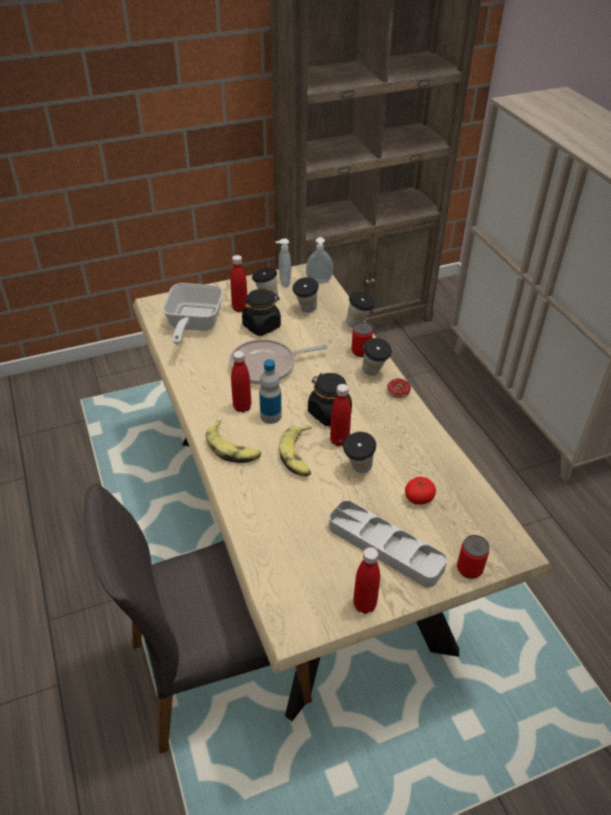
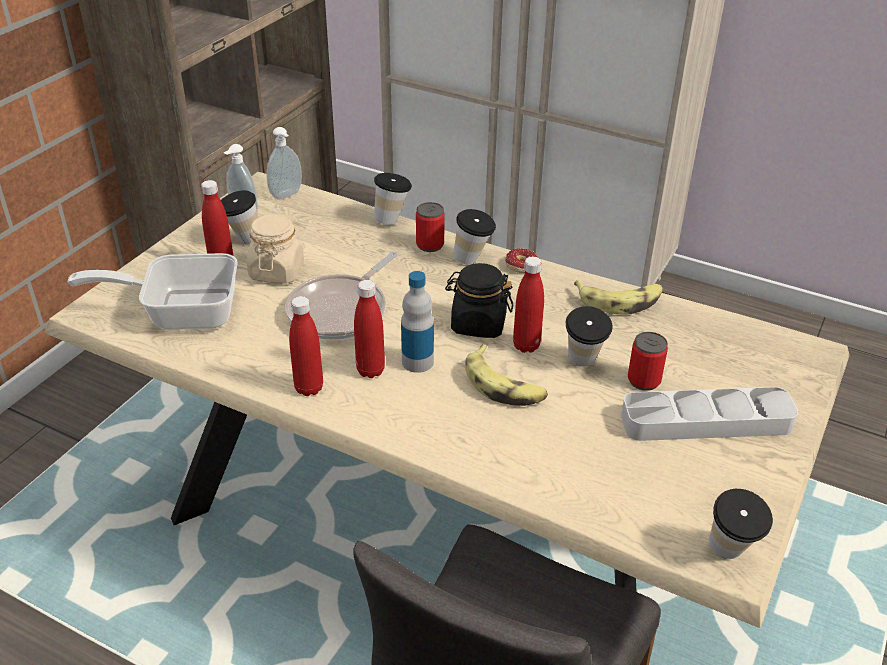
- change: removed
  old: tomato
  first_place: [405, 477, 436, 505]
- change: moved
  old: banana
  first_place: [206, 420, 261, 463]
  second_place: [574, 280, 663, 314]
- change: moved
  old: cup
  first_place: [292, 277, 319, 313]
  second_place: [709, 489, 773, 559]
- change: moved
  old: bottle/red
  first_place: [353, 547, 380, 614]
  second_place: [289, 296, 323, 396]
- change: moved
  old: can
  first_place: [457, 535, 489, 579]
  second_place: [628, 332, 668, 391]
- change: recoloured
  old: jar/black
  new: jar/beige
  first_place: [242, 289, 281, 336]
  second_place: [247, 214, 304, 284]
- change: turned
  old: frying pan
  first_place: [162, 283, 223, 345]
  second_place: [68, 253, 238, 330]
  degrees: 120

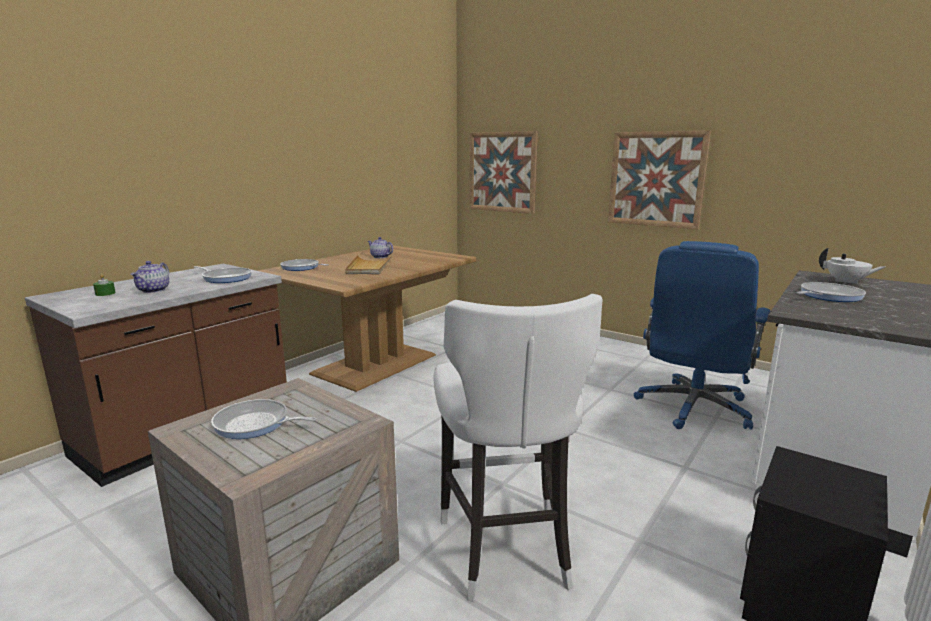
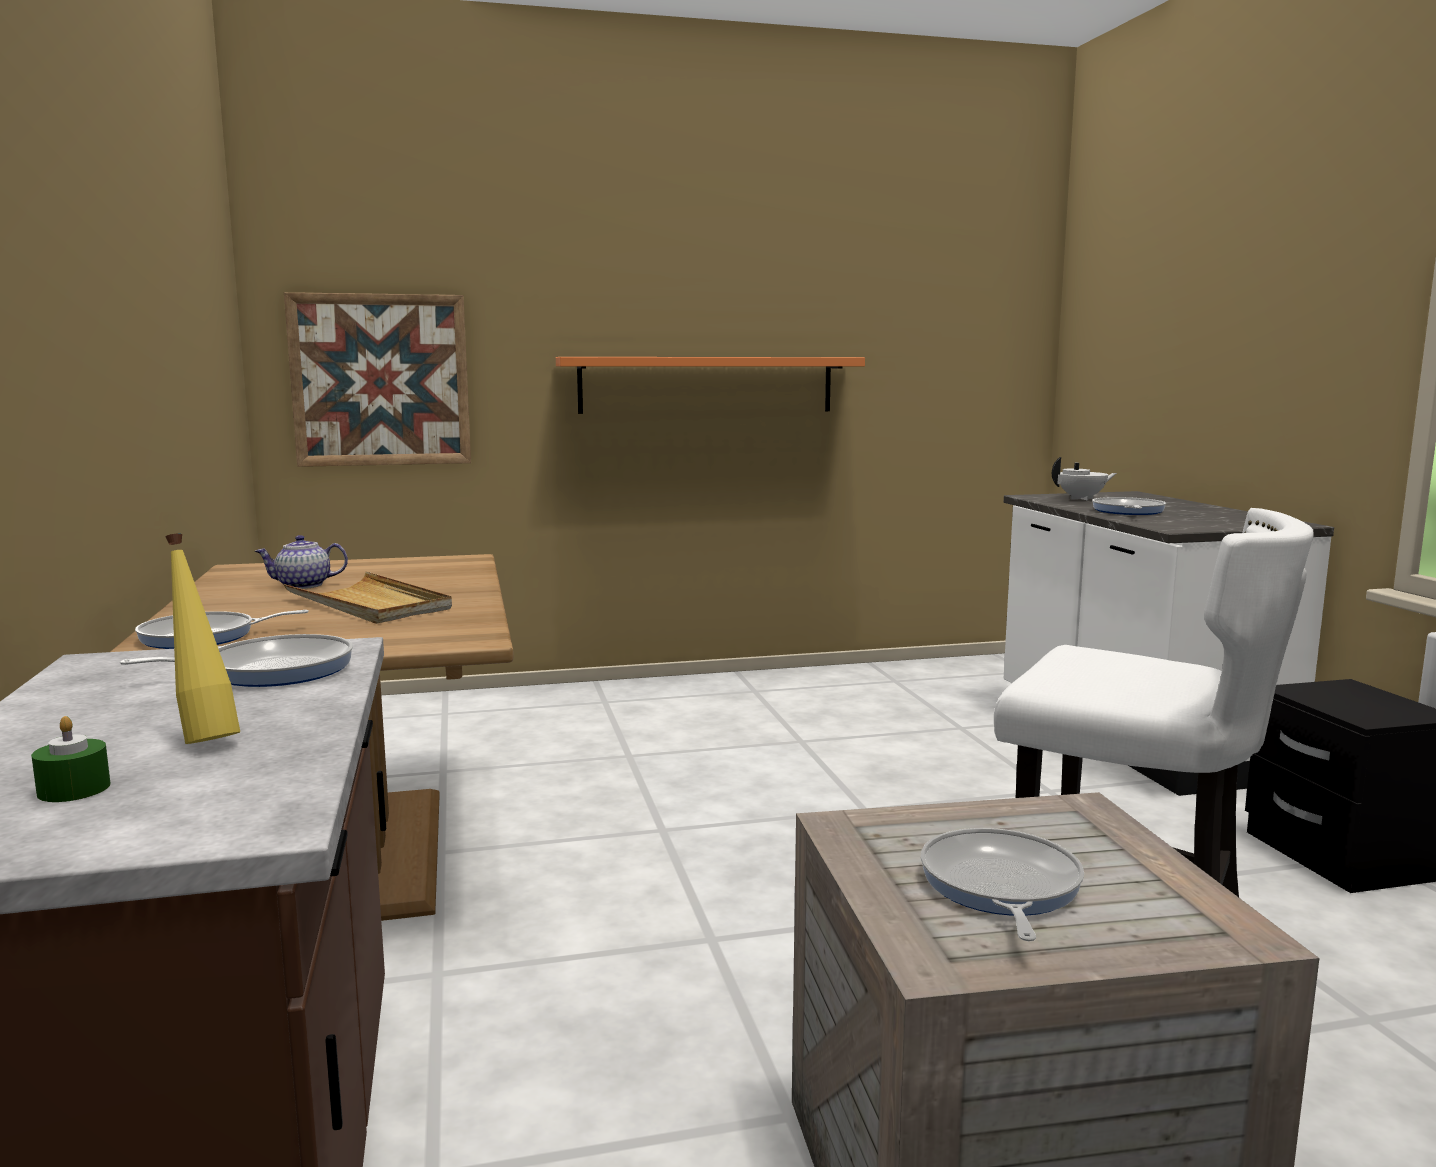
- change: removed
  old: office chair/blue
  first_place: [634, 241, 771, 430]
- change: replaced
  old: teapot
  new: bottle/yellow
  first_place: [130, 261, 169, 293]
  second_place: [165, 534, 240, 744]
- change: replaced
  old: picture
  new: shelf/orange
  first_place: [608, 130, 711, 230]
  second_place: [556, 357, 865, 414]
- change: turned
  old: frying pan
  first_place: [211, 399, 317, 439]
  second_place: [921, 828, 1084, 941]
  degrees: 135

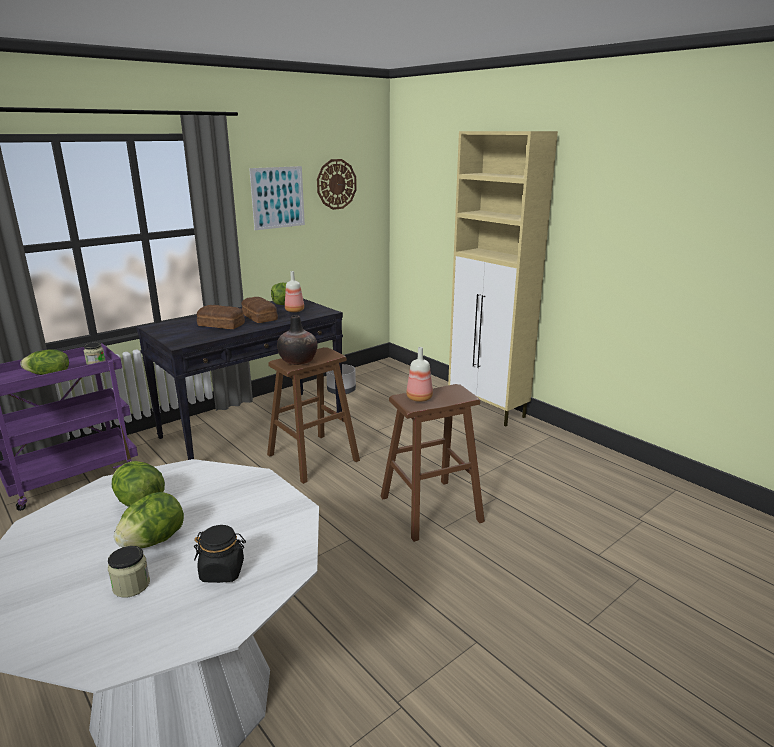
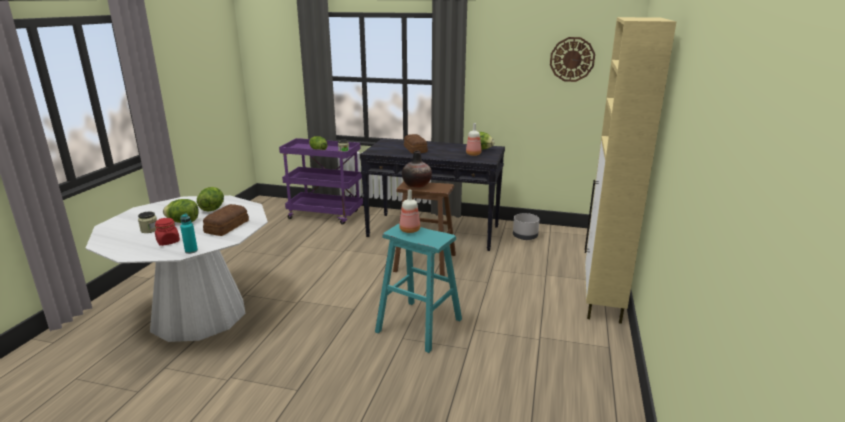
- change: removed
  old: picture
  first_place: [249, 166, 305, 230]
- change: added
  new: bottle/turquoise
  second_place: [180, 214, 198, 254]
- change: moved
  old: bread
  first_place: [242, 297, 278, 323]
  second_place: [203, 204, 249, 236]
- change: recoloured
  old: jar/black
  new: jar/red
  first_place: [194, 525, 246, 583]
  second_place: [155, 218, 180, 246]
- change: recoloured
  old: stool/brown
  new: stool/turquoise
  first_place: [381, 384, 485, 542]
  second_place: [375, 223, 462, 353]

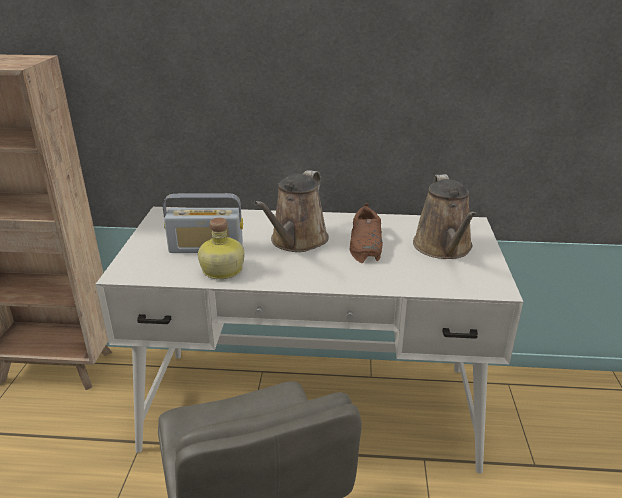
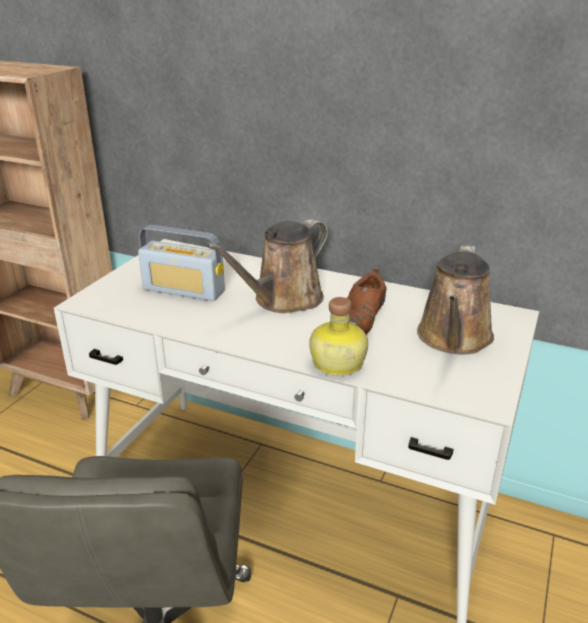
- change: moved
  old: bottle
  first_place: [198, 218, 244, 279]
  second_place: [309, 297, 368, 376]

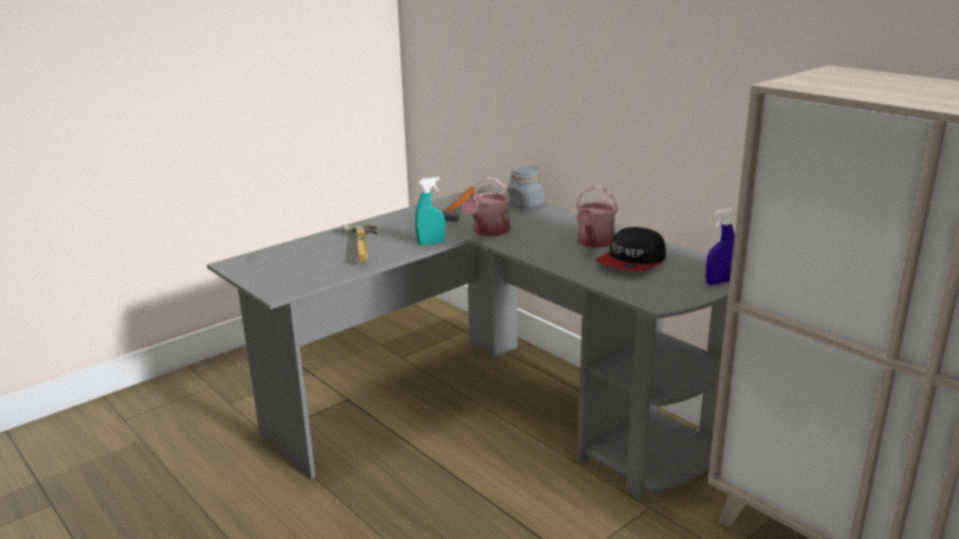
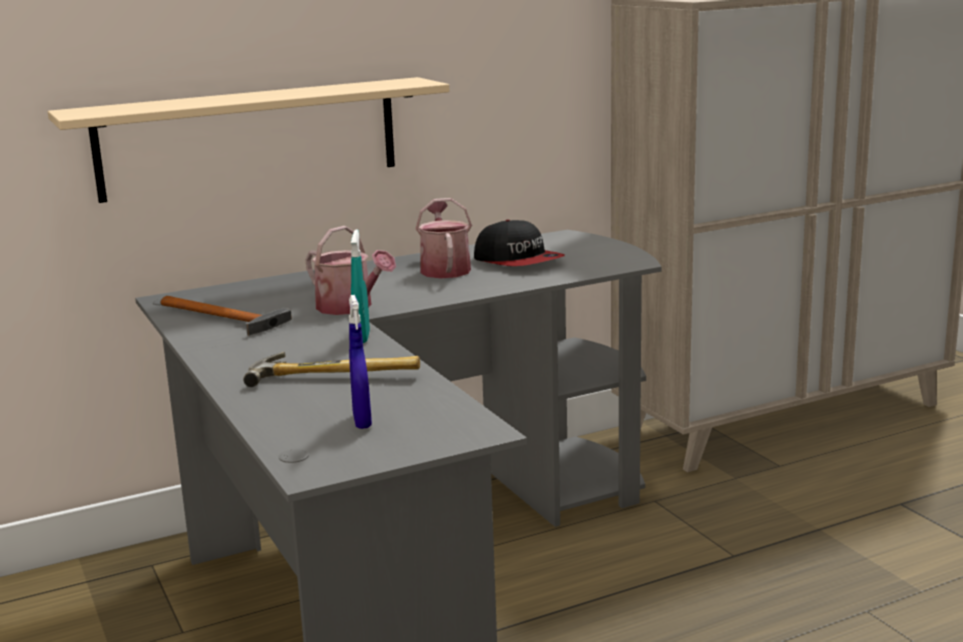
- change: removed
  old: jar/grey
  first_place: [507, 166, 544, 209]
- change: added
  new: shelf/beige
  second_place: [48, 77, 449, 203]
- change: moved
  old: spray bottle/blue
  first_place: [705, 208, 736, 285]
  second_place: [349, 295, 372, 429]
- change: turned
  old: watering can
  first_place: [576, 186, 618, 248]
  second_place: [416, 198, 472, 278]
  degrees: -135

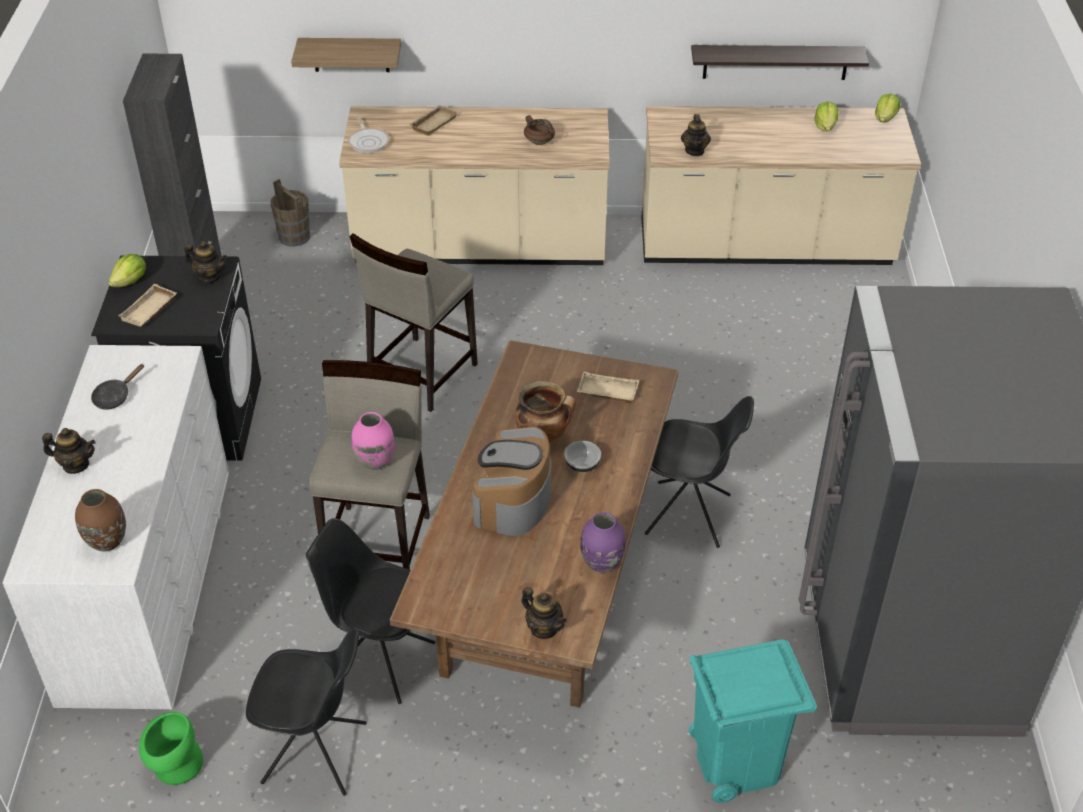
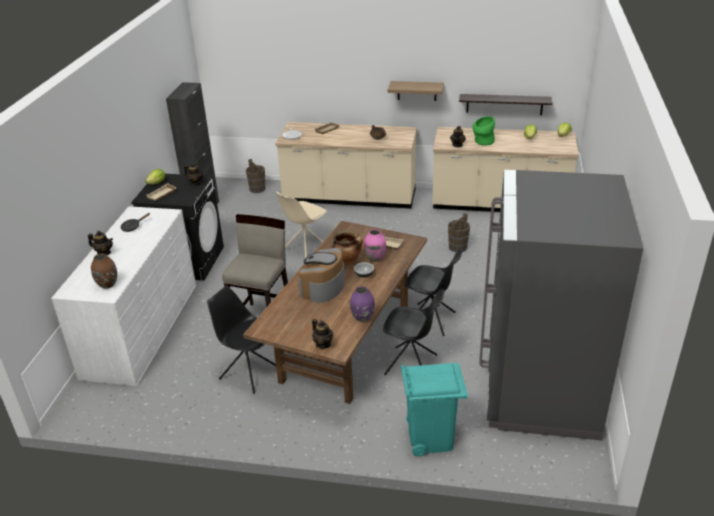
- change: added
  new: bucket/brown
  second_place: [448, 213, 470, 252]
- change: moved
  old: vase/green
  first_place: [139, 712, 203, 785]
  second_place: [472, 116, 495, 146]
- change: moved
  old: chair/black
  first_place: [246, 629, 367, 796]
  second_place: [383, 289, 444, 375]
- change: moved
  old: shelf
  first_place: [291, 38, 401, 72]
  second_place: [388, 81, 444, 101]
- change: moved
  old: vase/pink
  first_place: [352, 412, 395, 470]
  second_place: [364, 229, 386, 262]
- change: replaced
  old: stool/beige
  new: chair/beige
  first_place: [350, 233, 478, 412]
  second_place: [276, 191, 327, 259]

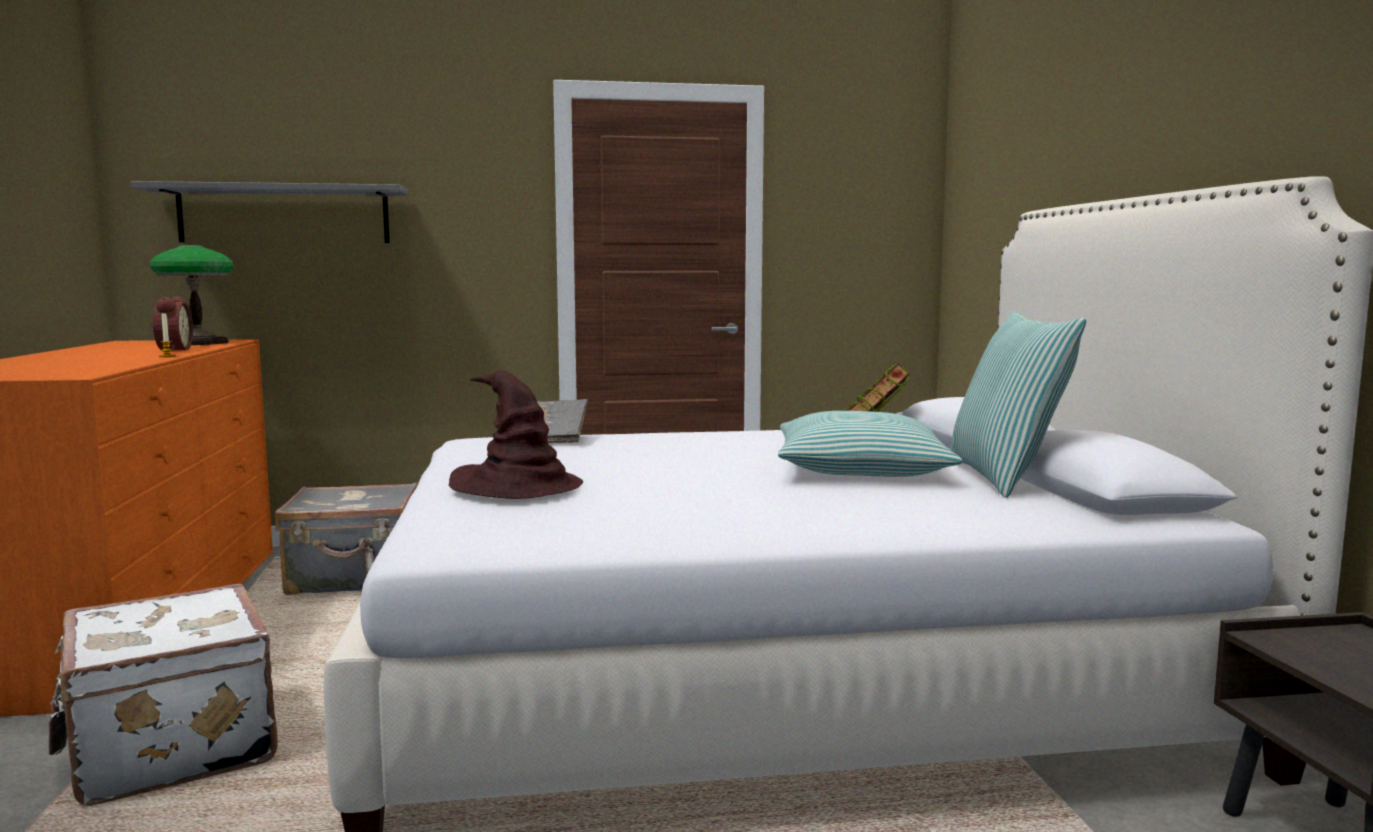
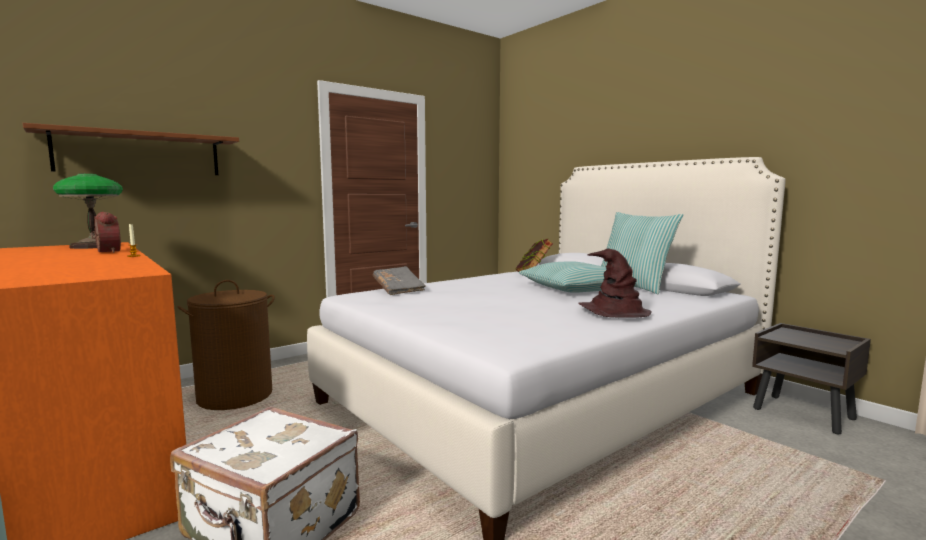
- change: moved
  old: hat/brown
  first_place: [449, 370, 583, 499]
  second_place: [578, 248, 651, 318]
- change: replaced
  old: suitcase/grey
  new: laundry basket/brown
  first_place: [275, 483, 417, 595]
  second_place: [177, 280, 275, 410]
- change: recoloured
  old: shelf/grey
  new: shelf/brown
  first_place: [131, 181, 408, 243]
  second_place: [23, 123, 239, 175]

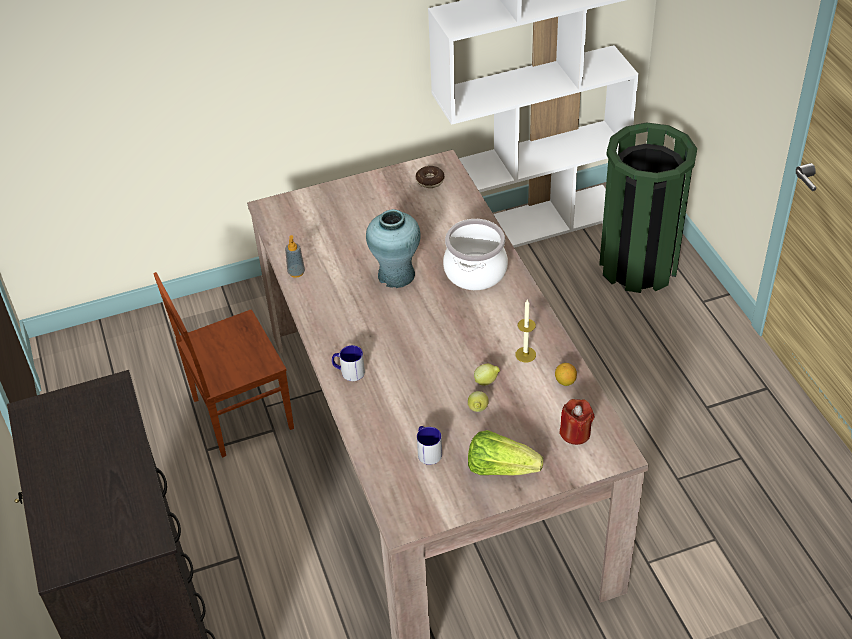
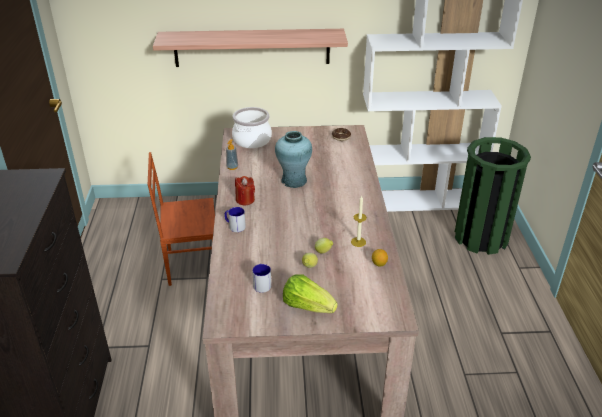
- change: added
  new: shelf
  second_place: [153, 29, 348, 67]
- change: moved
  old: cooking pot
  first_place: [443, 219, 508, 290]
  second_place: [232, 107, 272, 148]
- change: moved
  old: candle/red
  first_place: [559, 399, 594, 445]
  second_place: [235, 176, 255, 205]

